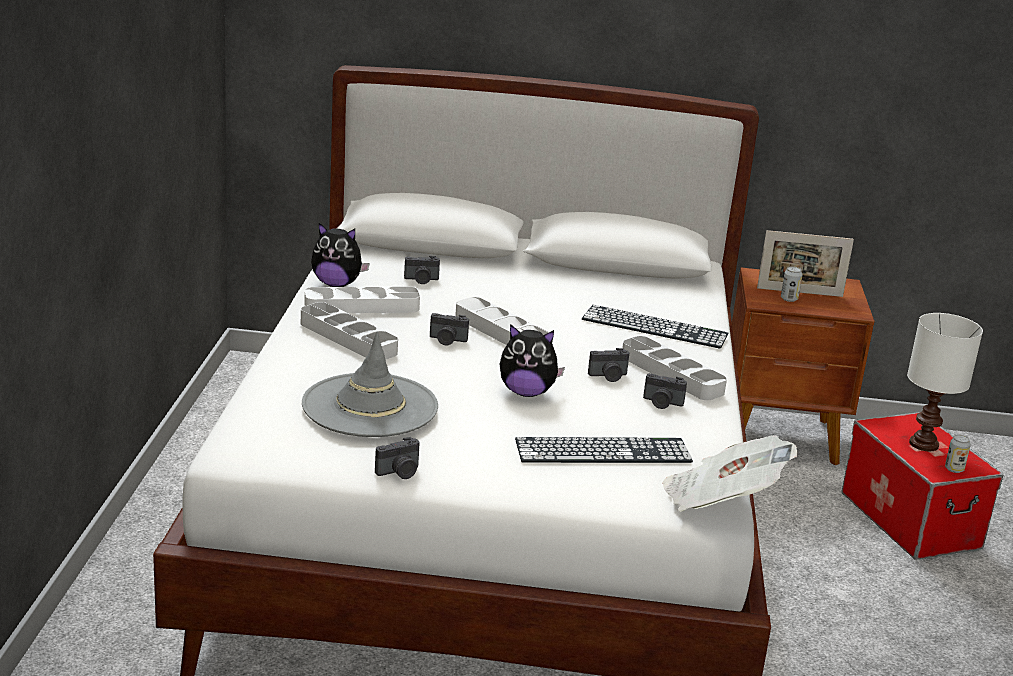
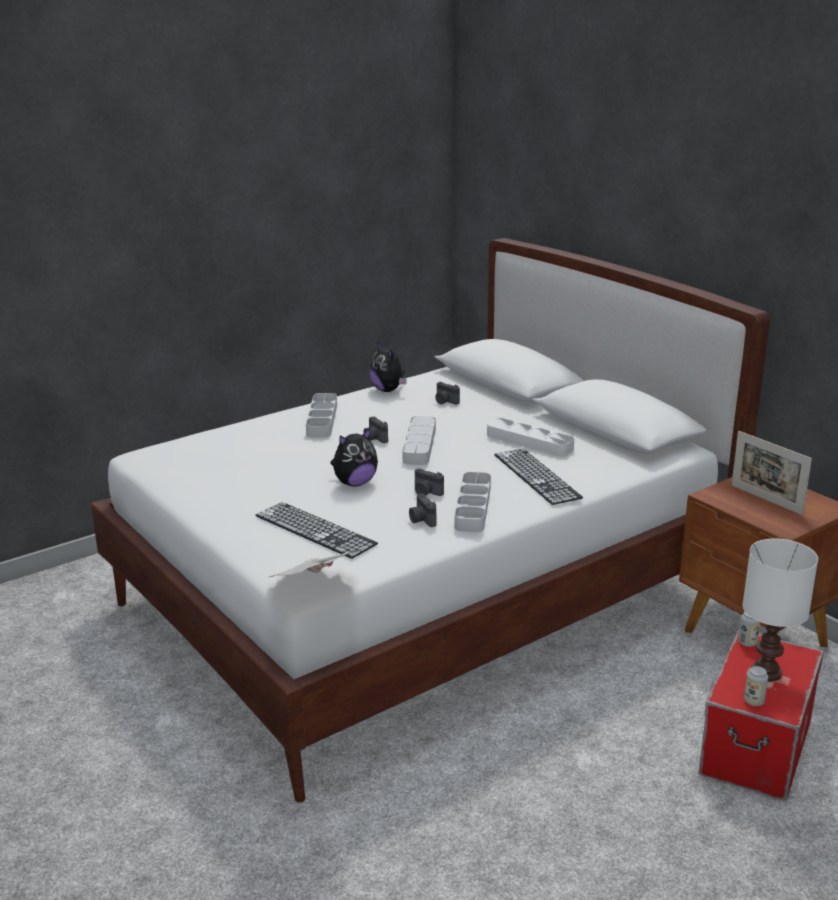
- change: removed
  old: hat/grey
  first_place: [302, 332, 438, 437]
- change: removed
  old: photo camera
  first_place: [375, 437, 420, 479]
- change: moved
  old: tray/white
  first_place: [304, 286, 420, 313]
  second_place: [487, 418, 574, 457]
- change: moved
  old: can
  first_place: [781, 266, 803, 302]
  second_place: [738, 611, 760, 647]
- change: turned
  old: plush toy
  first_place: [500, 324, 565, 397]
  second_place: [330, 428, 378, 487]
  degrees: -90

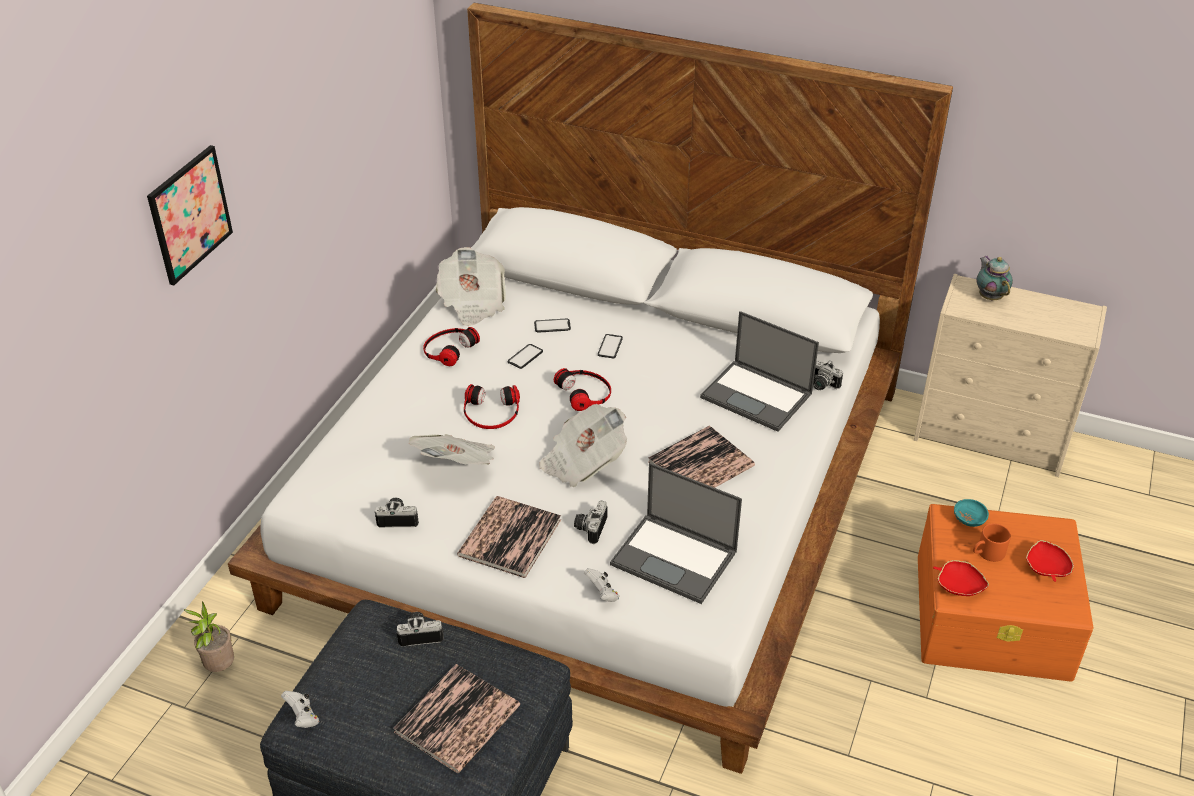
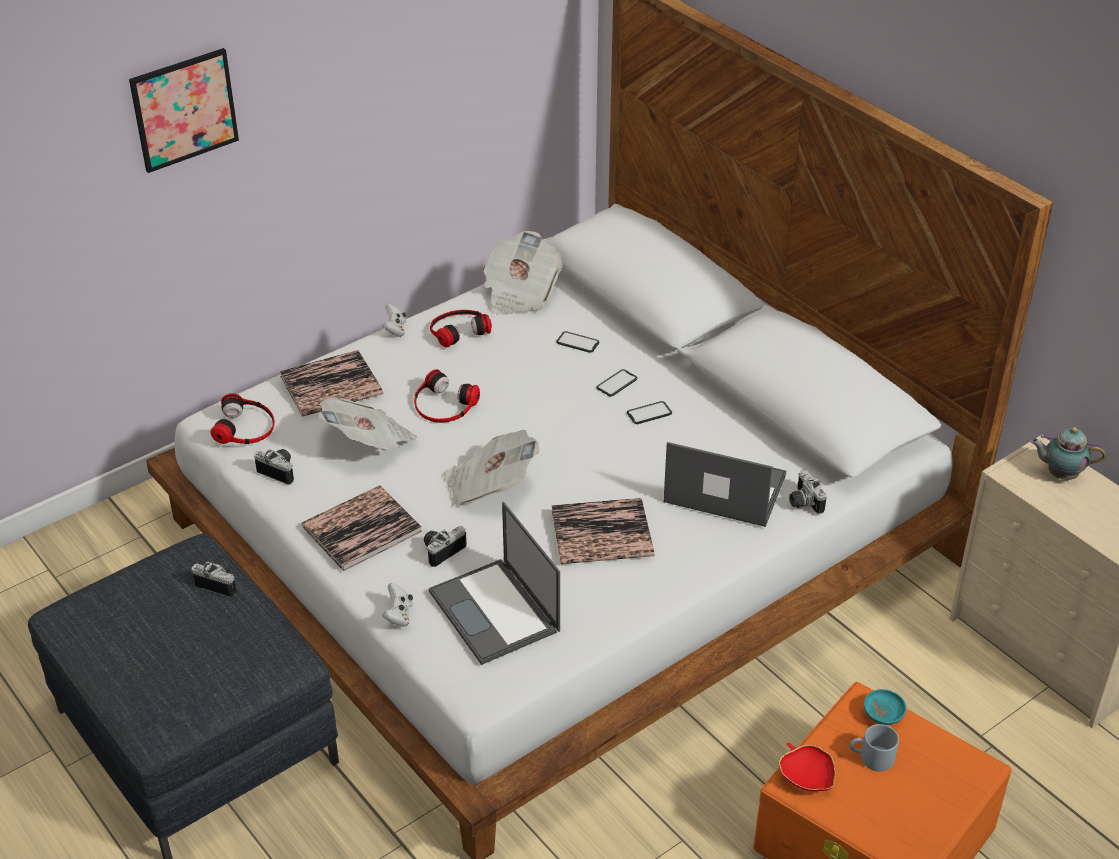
- change: removed
  old: potted plant
  first_place: [184, 602, 234, 672]
- change: removed
  old: bowl/red
  first_place: [1026, 540, 1074, 582]
- change: moved
  old: game controller/white
  first_place: [281, 691, 319, 728]
  second_place: [383, 303, 406, 337]
- change: moved
  old: book
  first_place: [393, 664, 520, 773]
  second_place: [280, 350, 383, 417]
- change: moved
  old: phone
  first_place: [508, 344, 543, 369]
  second_place: [627, 401, 672, 424]
- change: moved
  old: headphones
  first_place: [554, 368, 611, 411]
  second_place: [211, 393, 275, 444]
- change: recoloured
  old: mug/orange
  new: mug/grey
  first_place: [973, 523, 1011, 562]
  second_place: [849, 724, 899, 772]
- change: turned
  old: laptop
  first_place: [700, 311, 819, 432]
  second_place: [664, 442, 786, 527]
  degrees: 135
- change: turned
  old: teapot
  first_place: [977, 256, 1013, 301]
  second_place: [1030, 427, 1106, 480]
  degrees: -90

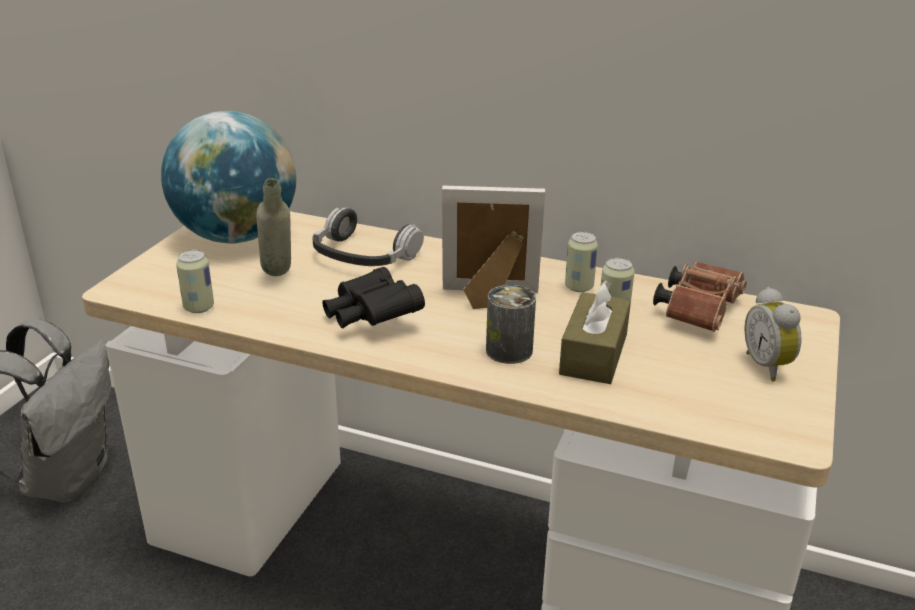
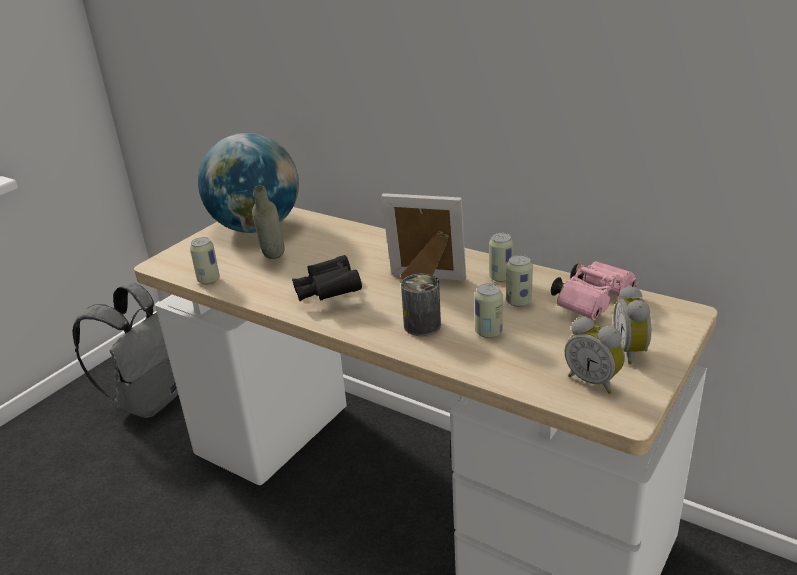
- change: removed
  old: headphones
  first_place: [312, 208, 424, 266]
- change: added
  new: alarm clock
  second_place: [565, 317, 625, 394]
- change: replaced
  old: tissue box/brown
  new: can
  first_place: [559, 280, 631, 384]
  second_place: [475, 284, 503, 338]
- change: recoloured
  old: binoculars/brown
  new: binoculars/pink
  first_place: [653, 262, 747, 332]
  second_place: [551, 261, 638, 320]

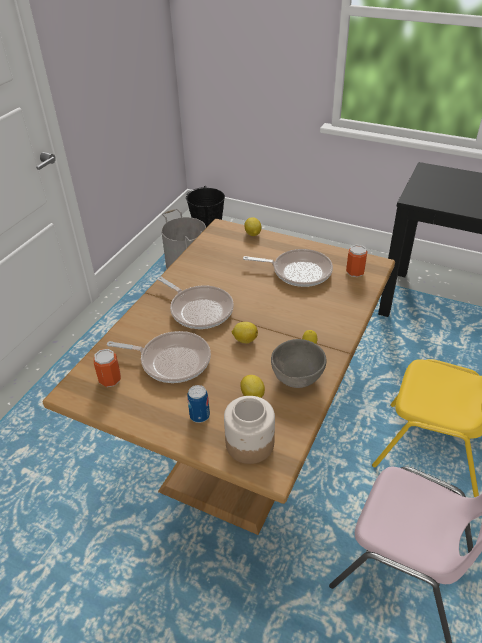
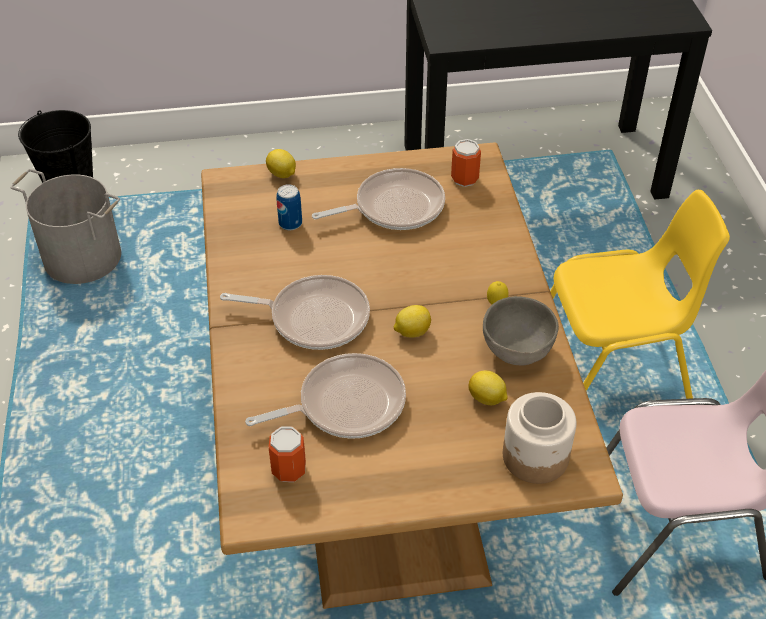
- change: moved
  old: can
  first_place: [187, 385, 210, 423]
  second_place: [276, 184, 302, 230]

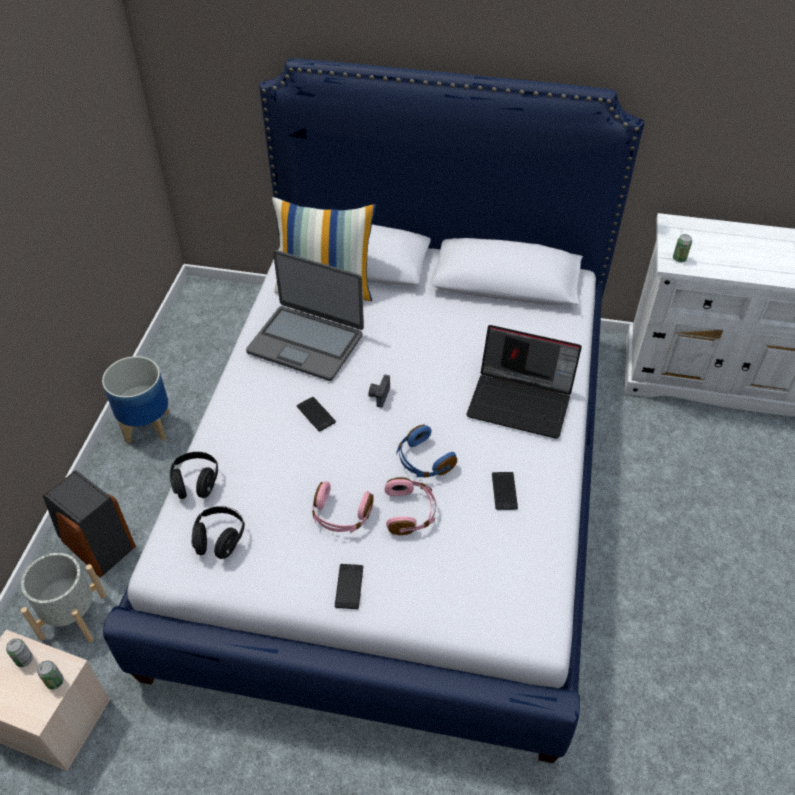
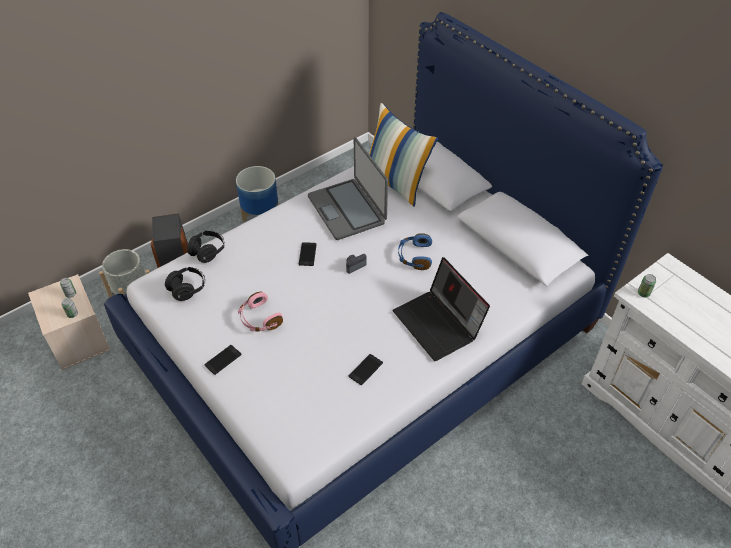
- change: removed
  old: headphones/pink
  first_place: [385, 477, 436, 535]
- change: moved
  old: headphones/blue
  first_place: [396, 424, 457, 477]
  second_place: [398, 233, 432, 270]

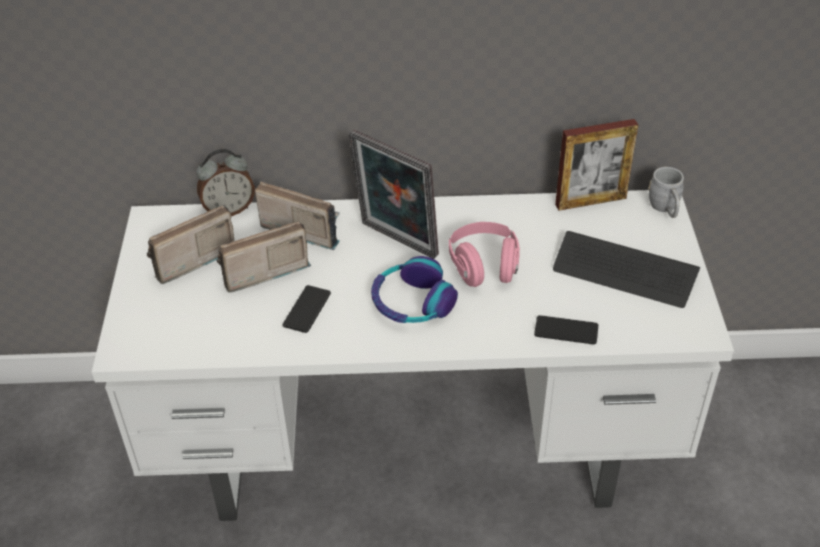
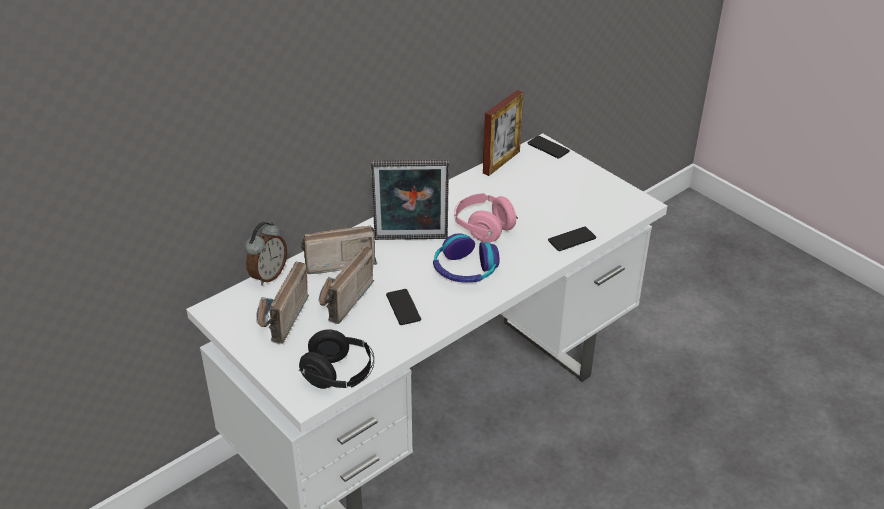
- change: removed
  old: keyboard
  first_place: [553, 231, 700, 308]
- change: added
  new: headphones/black
  second_place: [299, 329, 374, 389]
- change: replaced
  old: mug/grey
  new: phone
  first_place: [649, 167, 684, 218]
  second_place: [528, 136, 570, 159]

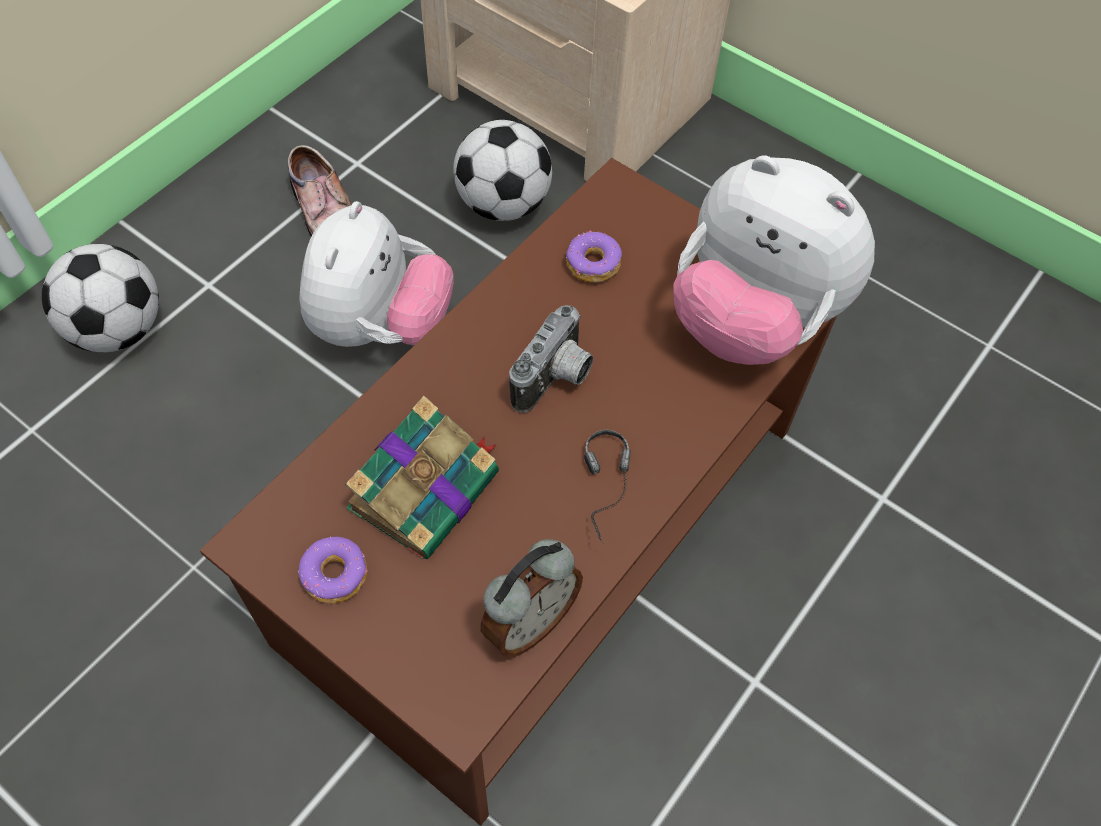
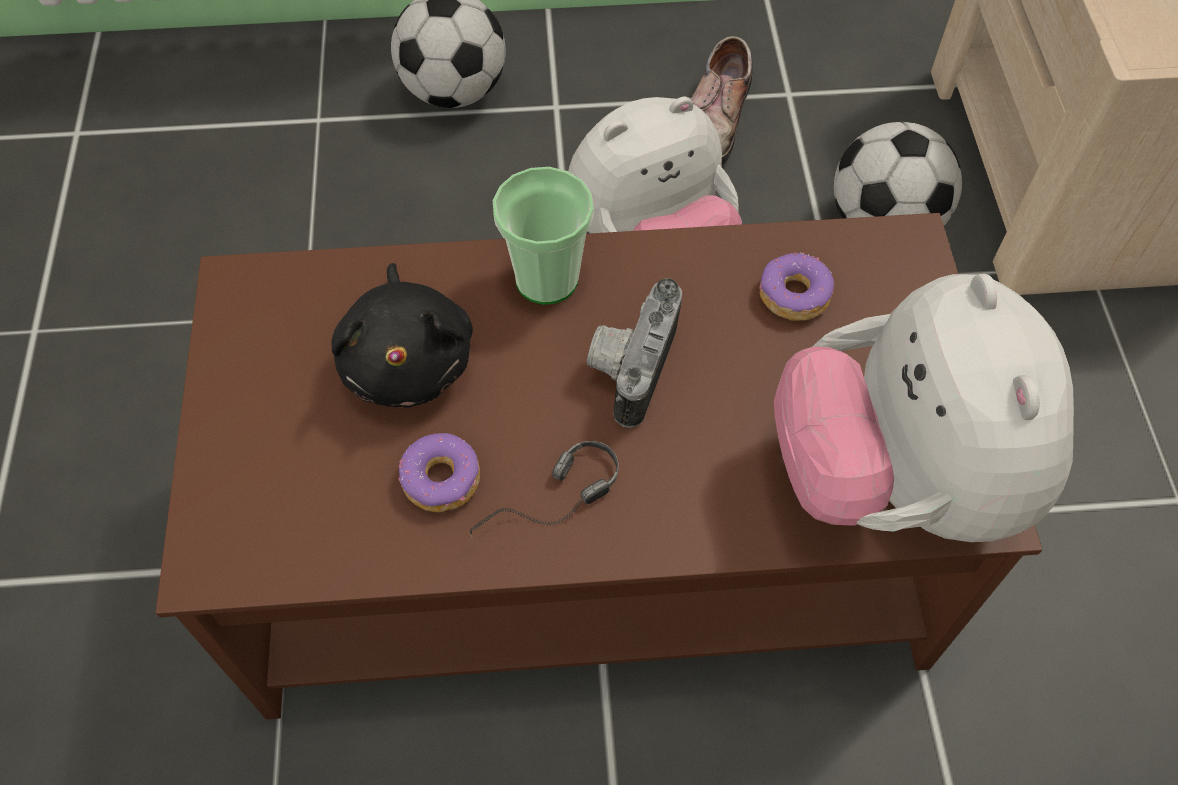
- change: removed
  old: alarm clock
  first_place: [481, 539, 583, 657]
- change: added
  new: cup
  second_place: [493, 167, 594, 305]
- change: moved
  old: donut
  first_place: [298, 537, 368, 603]
  second_place: [398, 433, 480, 512]
- change: replaced
  old: book
  new: plush toy/black
  first_place: [345, 396, 499, 560]
  second_place: [332, 263, 473, 408]
- change: turned
  old: photo camera
  first_place: [509, 305, 593, 413]
  second_place: [587, 278, 682, 428]
  degrees: 120

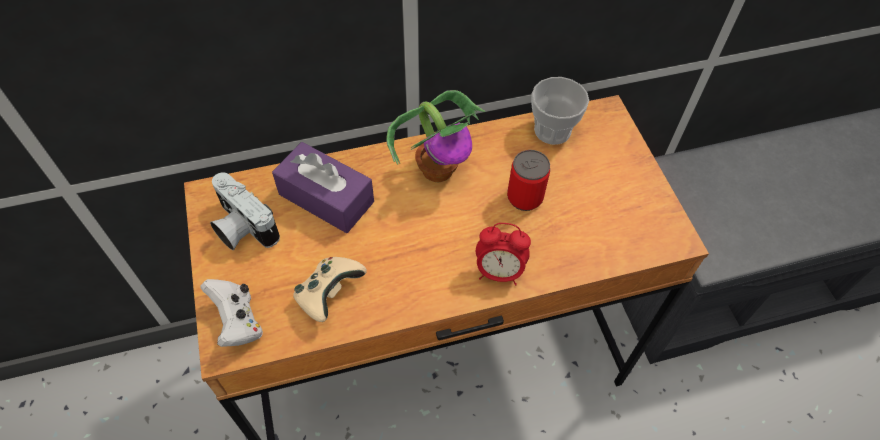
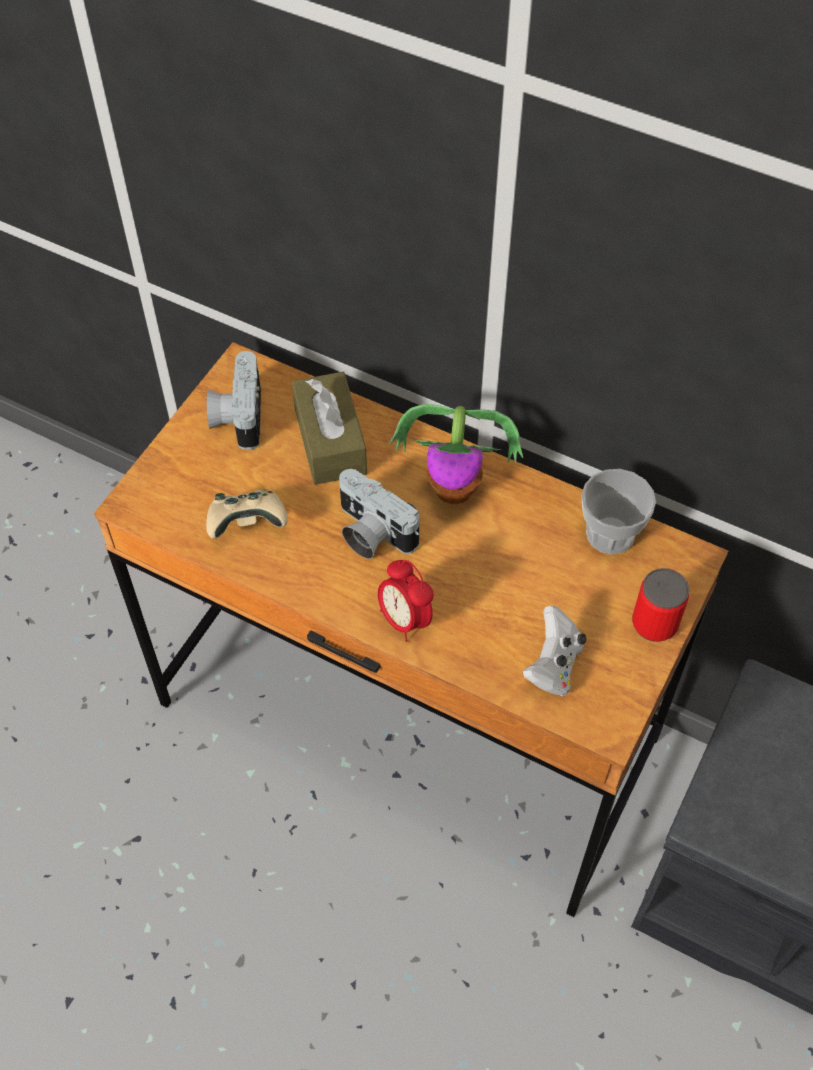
- change: added
  new: photo camera
  second_place: [339, 469, 419, 559]
- change: moved
  old: game controller/white
  first_place: [200, 279, 263, 347]
  second_place: [523, 606, 587, 696]
- change: moved
  old: can
  first_place: [507, 150, 550, 211]
  second_place: [632, 568, 689, 642]
- change: recoloured
  old: tissue box/purple
  new: tissue box/brown
  first_place: [272, 142, 374, 233]
  second_place: [292, 372, 367, 485]

